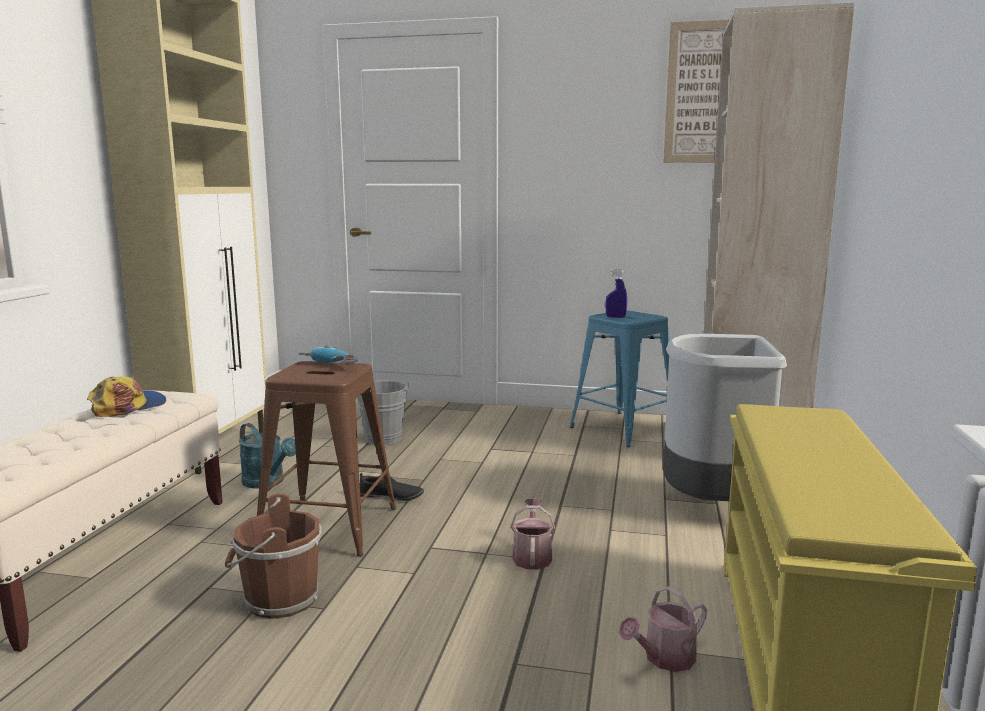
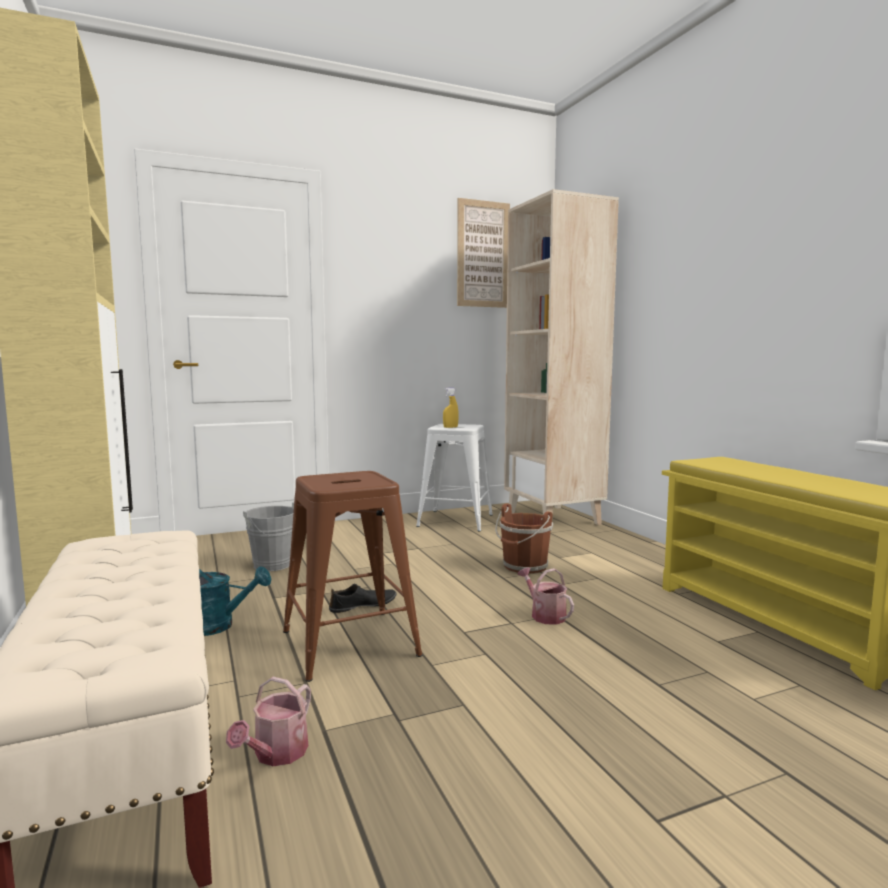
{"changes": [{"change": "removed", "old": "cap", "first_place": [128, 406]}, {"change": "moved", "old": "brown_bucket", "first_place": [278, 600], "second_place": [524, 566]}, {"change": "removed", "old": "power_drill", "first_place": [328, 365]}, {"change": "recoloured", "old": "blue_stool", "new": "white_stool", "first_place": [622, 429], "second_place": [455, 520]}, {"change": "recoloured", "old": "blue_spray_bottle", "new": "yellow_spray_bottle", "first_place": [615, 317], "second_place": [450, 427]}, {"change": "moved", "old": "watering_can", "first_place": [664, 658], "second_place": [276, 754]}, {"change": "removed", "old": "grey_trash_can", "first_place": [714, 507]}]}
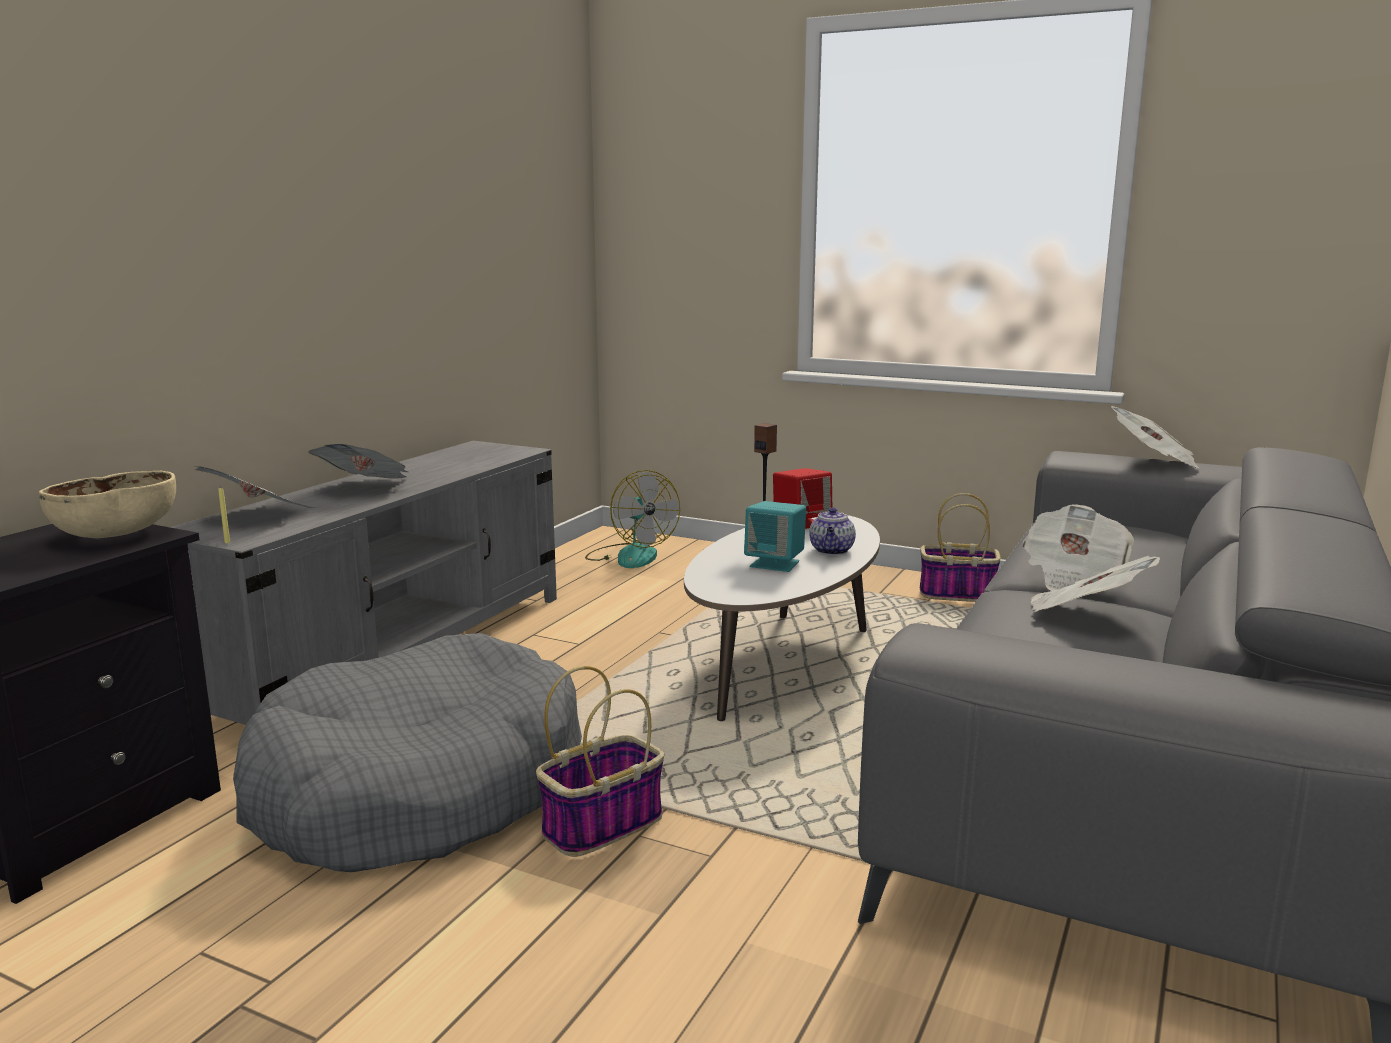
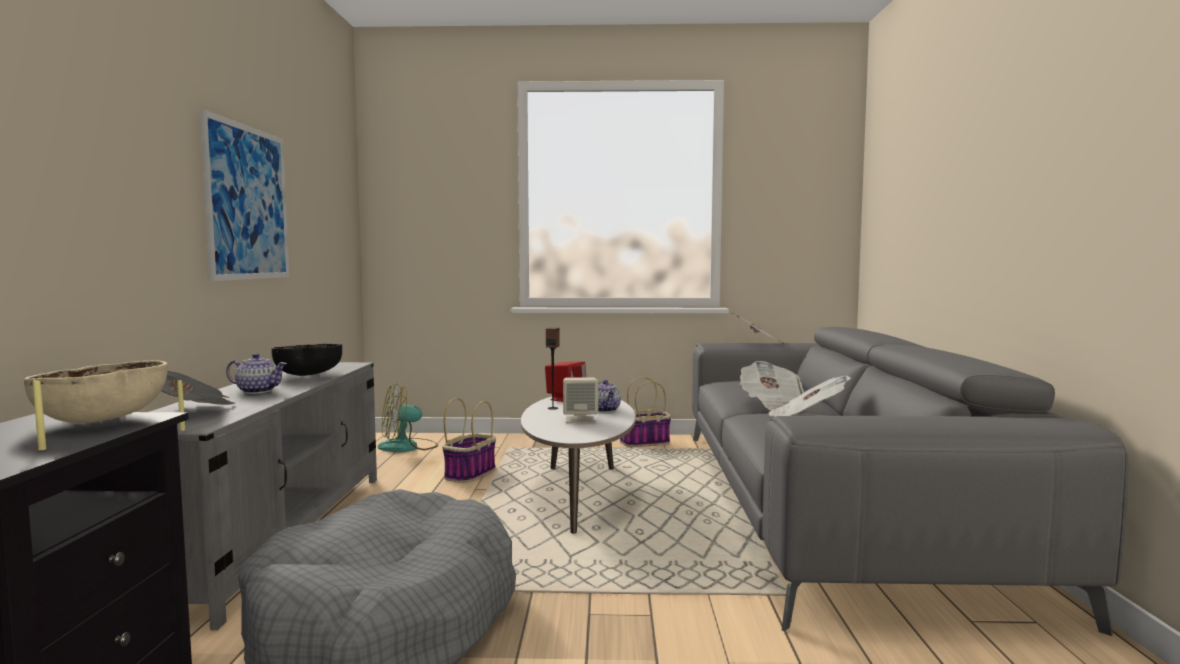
{"changes": [{"change": "replaced", "old": "newspaper", "new": "teapot", "first_place": [366, 488], "second_place": [257, 391]}, {"change": "moved", "old": "basket", "first_place": [603, 825], "second_place": [470, 473]}, {"change": "turned", "old": "fan", "first_place": [630, 555], "second_place": [408, 447], "degrees": 120}, {"change": "recoloured", "old": "turquoise_speaker", "new": "beige_speaker", "first_place": [775, 564], "second_place": [580, 419]}, {"change": "added", "new": "yellow_candle", "second_place": [42, 449]}, {"change": "added", "new": "picture", "second_place": [248, 203]}, {"change": "added", "new": "black_bowl", "second_place": [308, 375]}]}
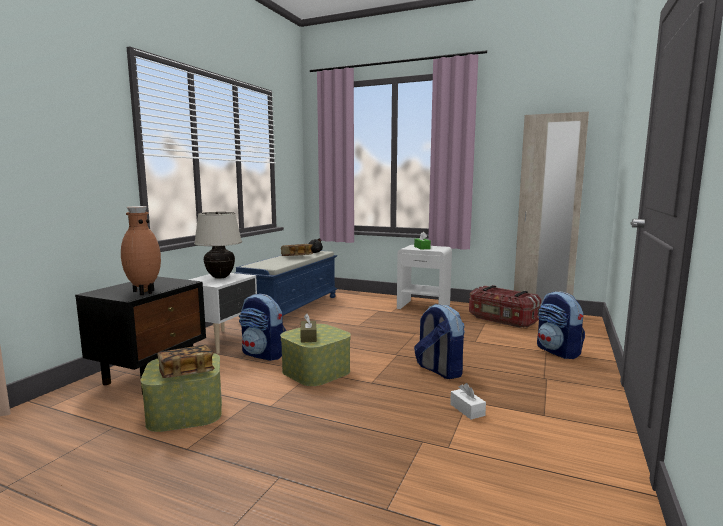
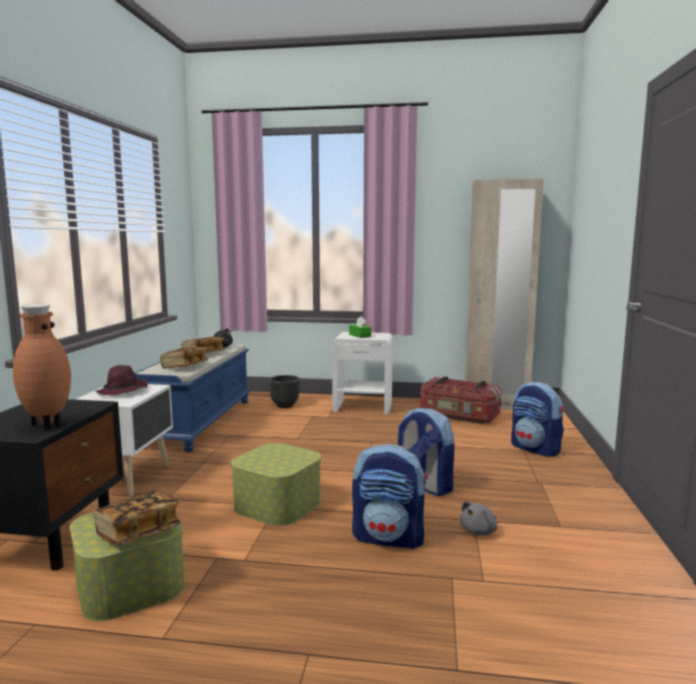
{"changes": [{"change": "replaced", "old": "beige_table_lamp", "new": "purple_hat", "first_place": [220, 277], "second_place": [122, 391]}, {"change": "moved", "old": "backpack", "first_place": [263, 354], "second_place": [389, 538]}, {"change": "removed", "old": "brown_tissue_box", "first_place": [308, 337]}, {"change": "replaced", "old": "white_tissue_box", "new": "grey_plush_toy", "first_place": [467, 410], "second_place": [479, 531]}, {"change": "added", "new": "book", "second_place": [185, 367]}, {"change": "added", "new": "black_planter", "second_place": [285, 405]}]}
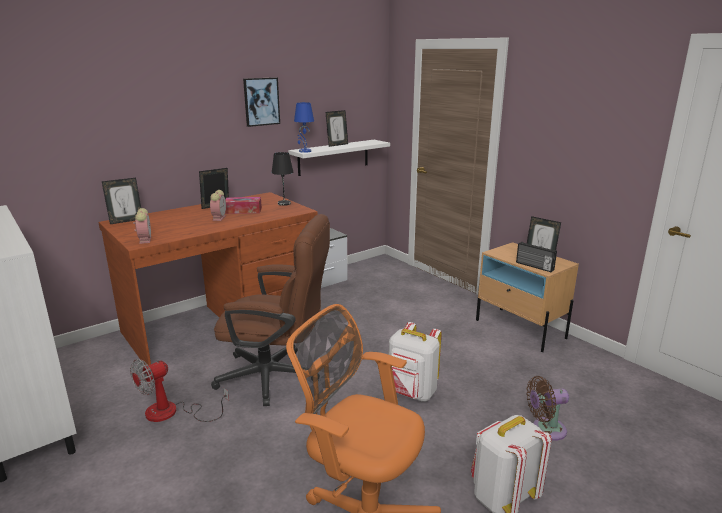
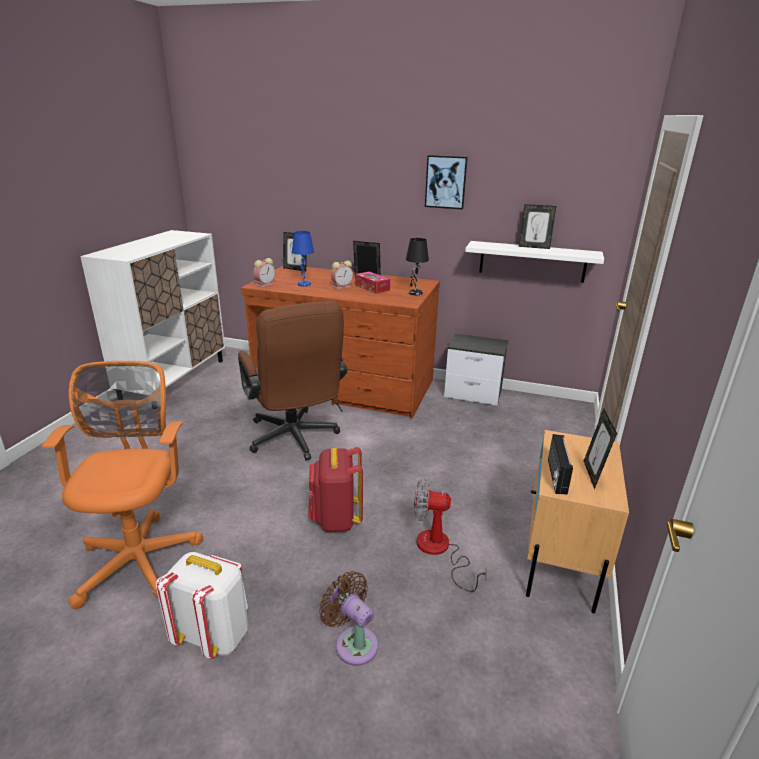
{"changes": [{"change": "moved", "old": "fan", "first_place": [172, 413], "second_place": [440, 551]}, {"change": "moved", "old": "blue_table_lamp", "first_place": [304, 151], "second_place": [304, 284]}, {"change": "recoloured", "old": "white_backpack", "new": "red_backpack", "first_place": [412, 393], "second_place": [335, 519]}]}
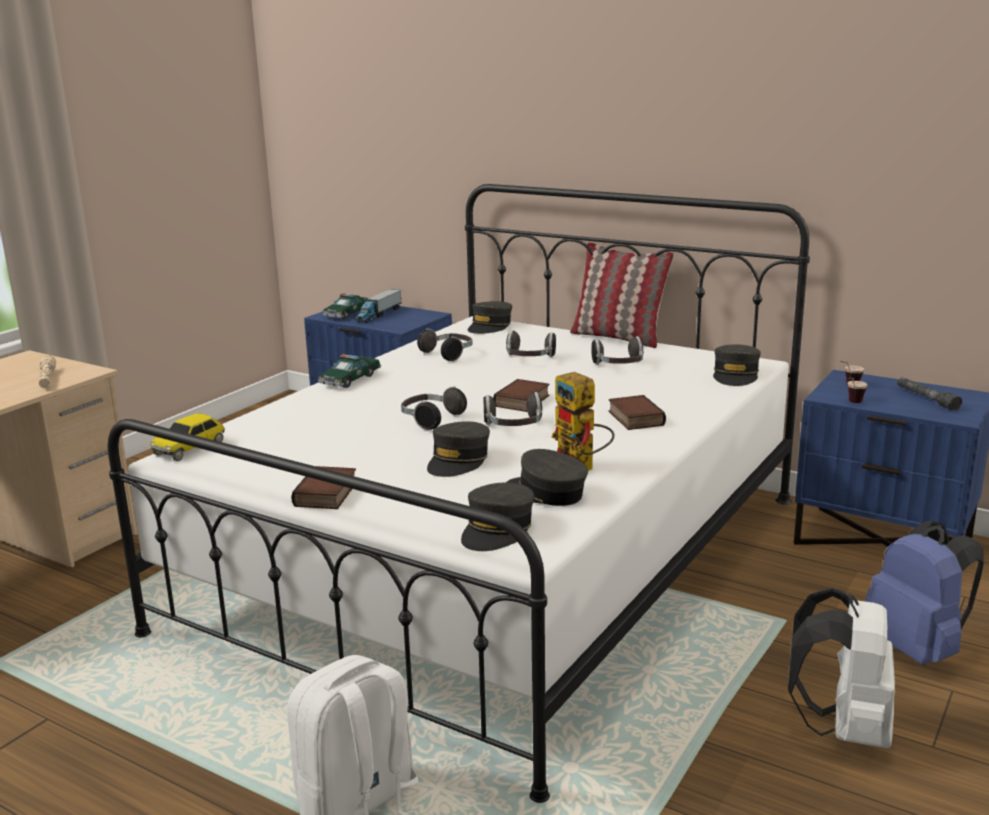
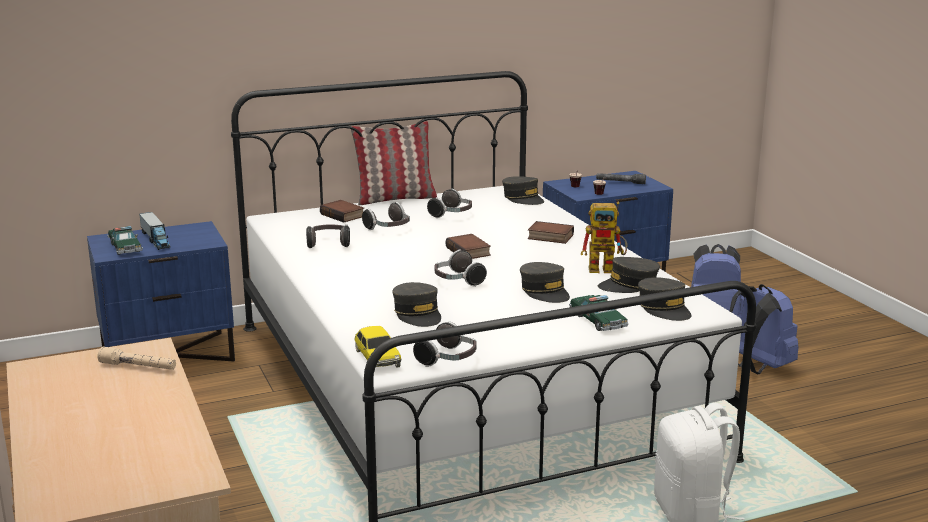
{"changes": [{"change": "moved", "old": "book", "first_place": [327, 495], "second_place": [343, 215]}, {"change": "moved", "old": "toy_car", "first_place": [350, 379], "second_place": [597, 320]}, {"change": "moved", "old": "grey_cap", "first_place": [490, 326], "second_place": [418, 314]}, {"change": "moved", "old": "headphones", "first_place": [514, 427], "second_place": [448, 359]}, {"change": "recoloured", "old": "white_backpack", "new": "blue_backpack", "first_place": [844, 728], "second_place": [757, 367]}]}
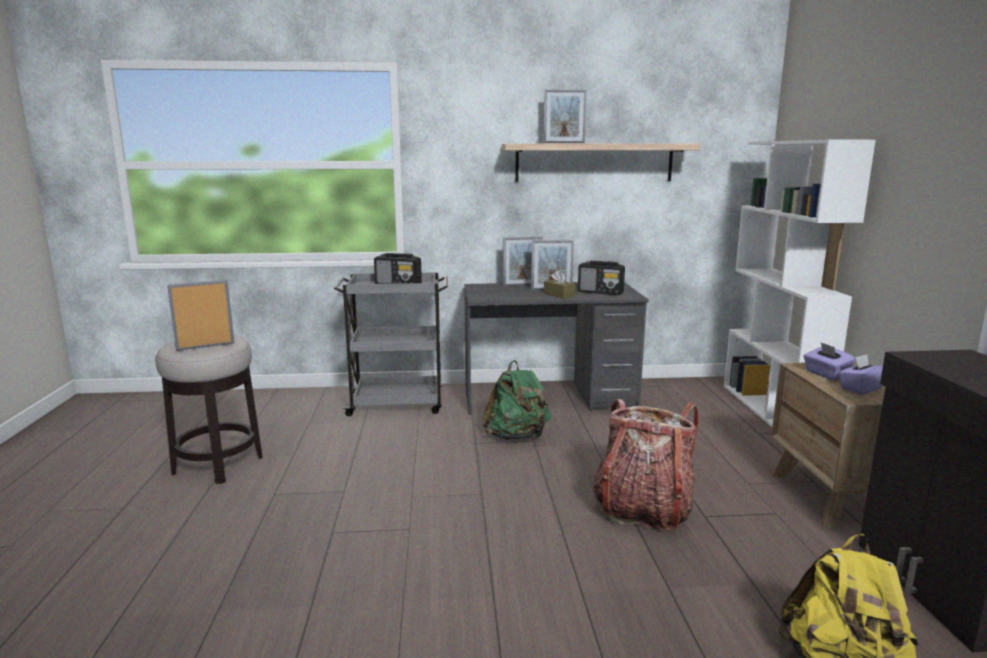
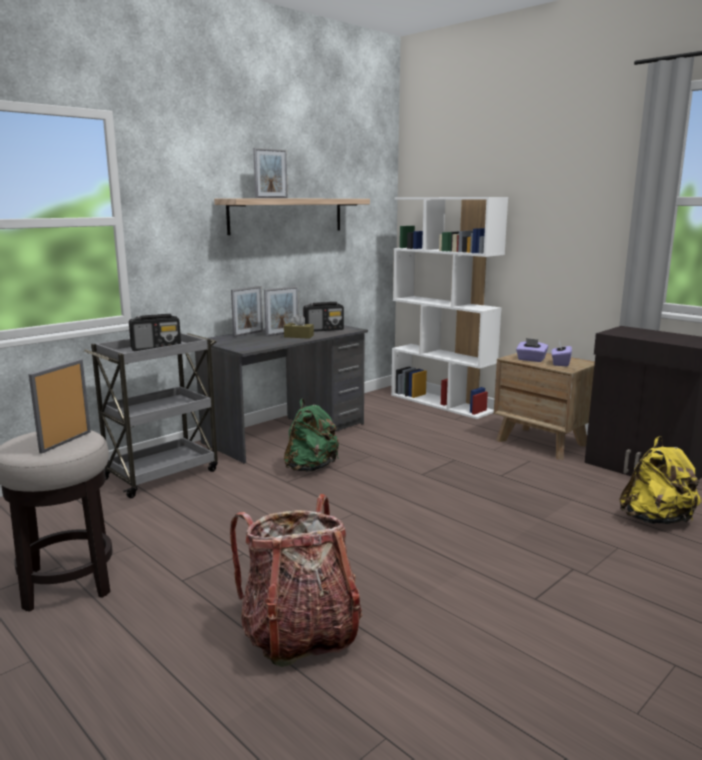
{"changes": [{"change": "moved", "old": "backpack", "first_place": [642, 509], "second_place": [299, 633]}]}
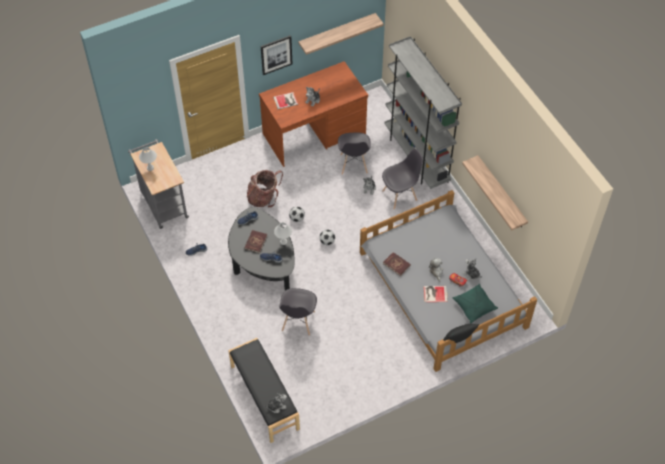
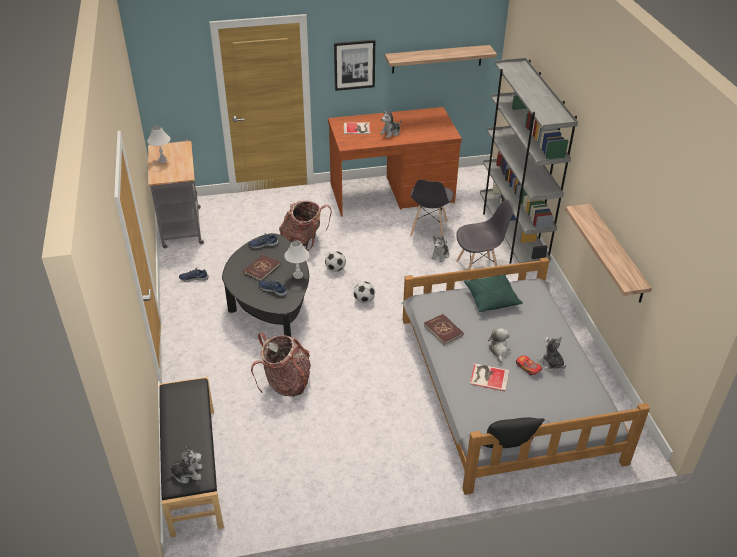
{"changes": [{"change": "replaced", "old": "grey_chair", "new": "backpack", "first_place": [298, 322], "second_place": [286, 383]}, {"change": "moved", "old": "green_pillow", "first_place": [474, 306], "second_place": [491, 299]}]}
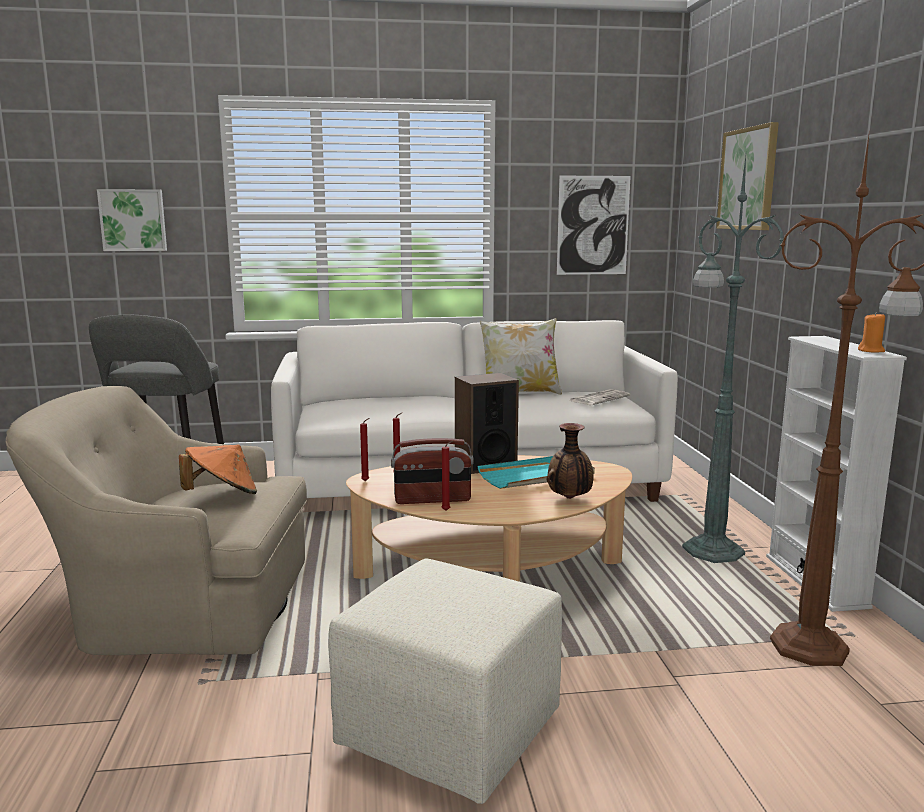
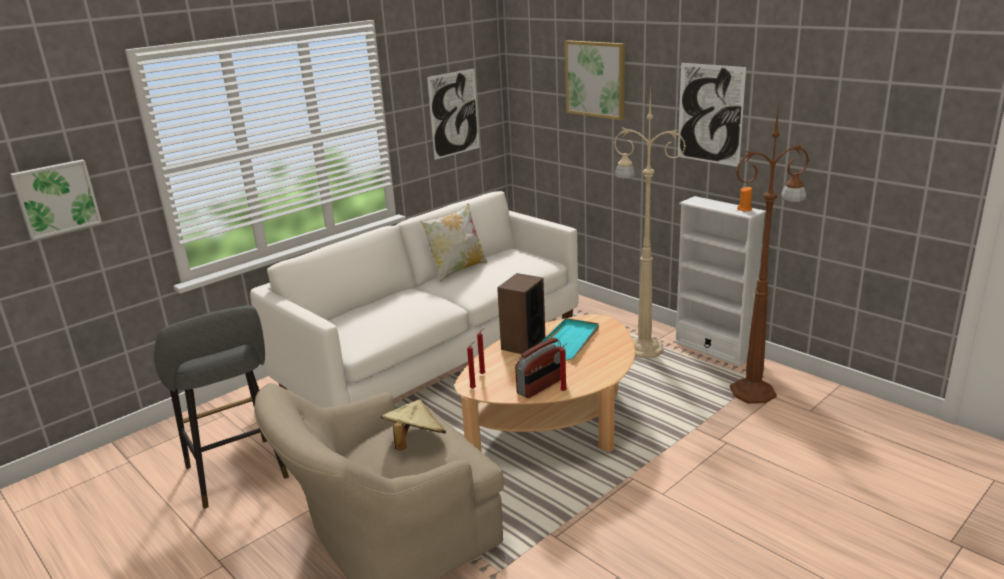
{"changes": [{"change": "recoloured", "old": "orange_hat", "new": "beige_hat", "first_place": [222, 495], "second_place": [414, 442]}, {"change": "removed", "old": "beige_ottoman", "first_place": [452, 732]}, {"change": "removed", "old": "vase", "first_place": [569, 498]}, {"change": "removed", "old": "newspaper", "first_place": [599, 398]}, {"change": "recoloured", "old": "green_floor_lamp", "new": "beige_floor_lamp", "first_place": [710, 550], "second_place": [642, 349]}, {"change": "added", "new": "picture", "second_place": [710, 114]}]}
